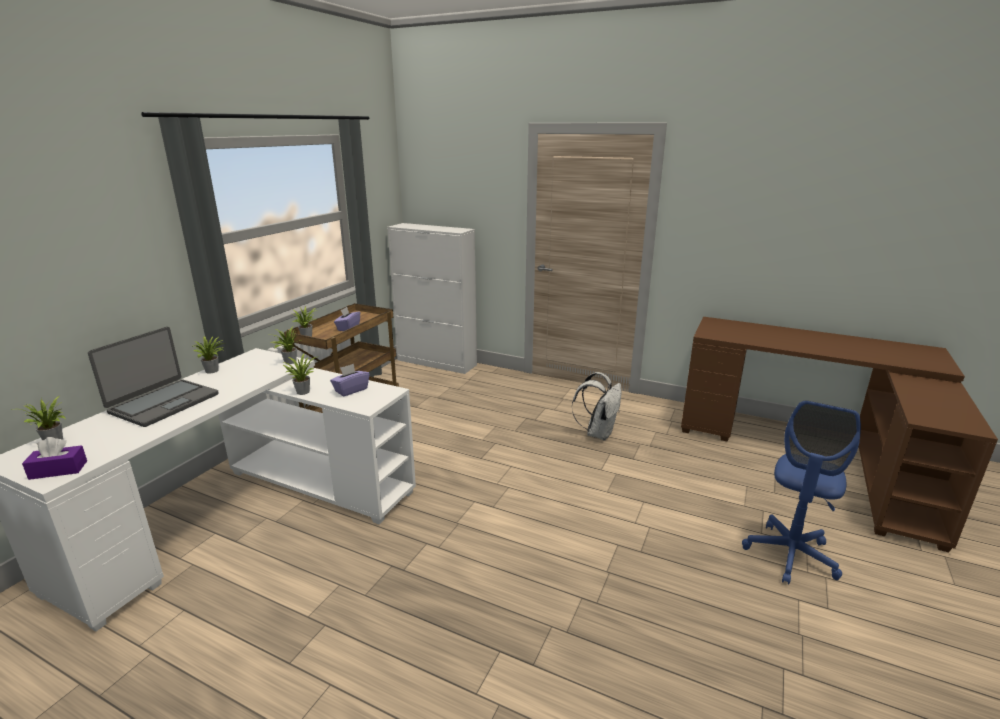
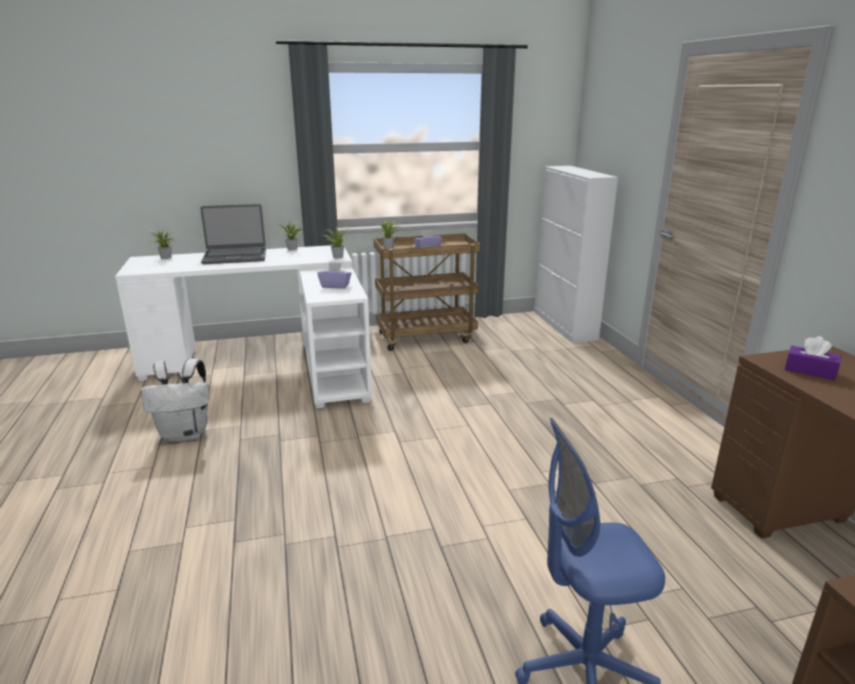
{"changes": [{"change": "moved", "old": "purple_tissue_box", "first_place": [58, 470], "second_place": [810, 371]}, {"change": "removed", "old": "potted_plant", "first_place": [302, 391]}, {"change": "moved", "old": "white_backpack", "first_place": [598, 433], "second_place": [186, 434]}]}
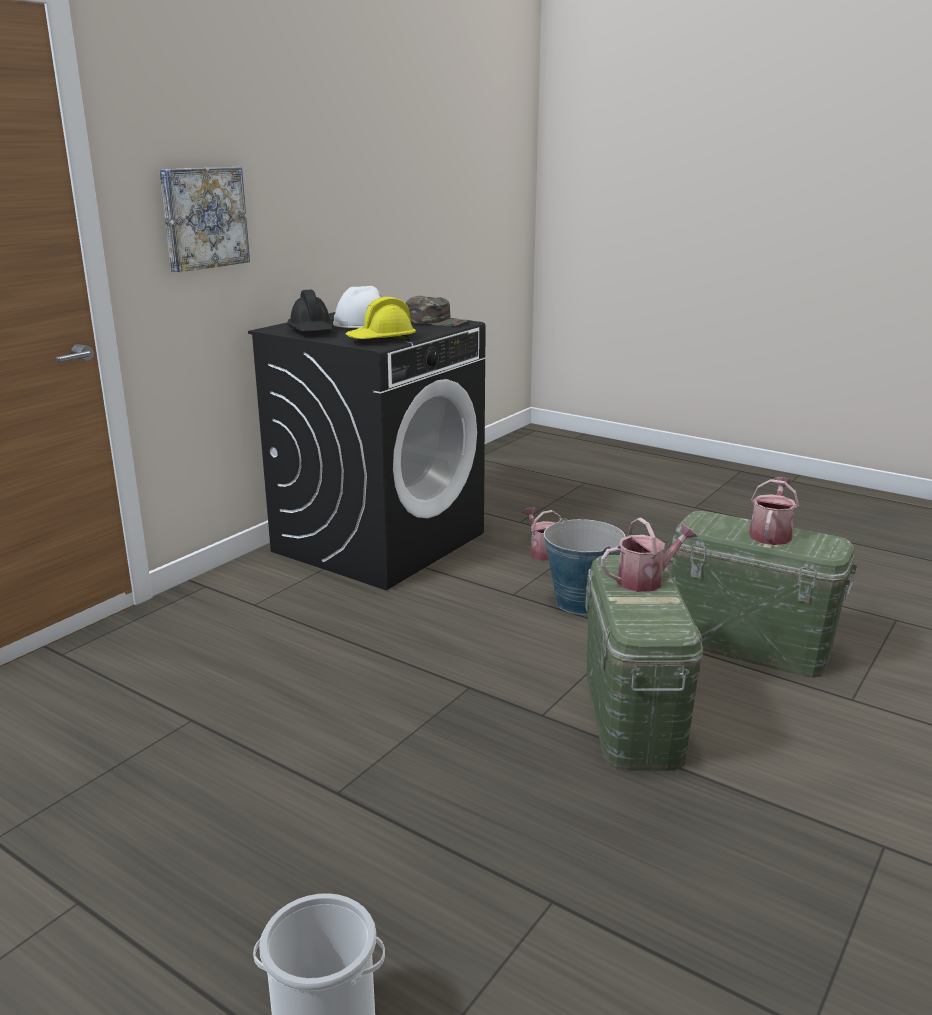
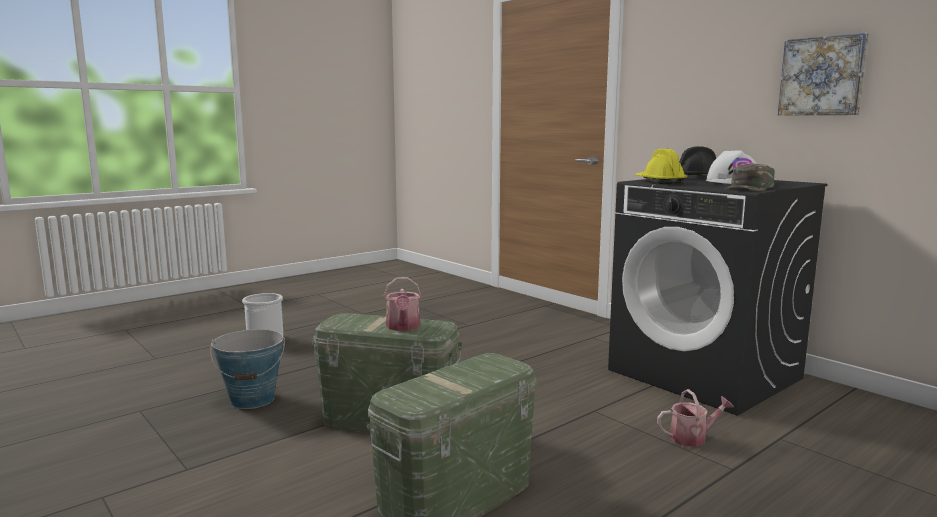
{"changes": [{"change": "moved", "old": "picture", "first_place": [203, 218], "second_place": [822, 76]}, {"change": "moved", "old": "bucket", "first_place": [580, 602], "second_place": [253, 399]}, {"change": "removed", "old": "watering_can", "first_place": [771, 534]}]}
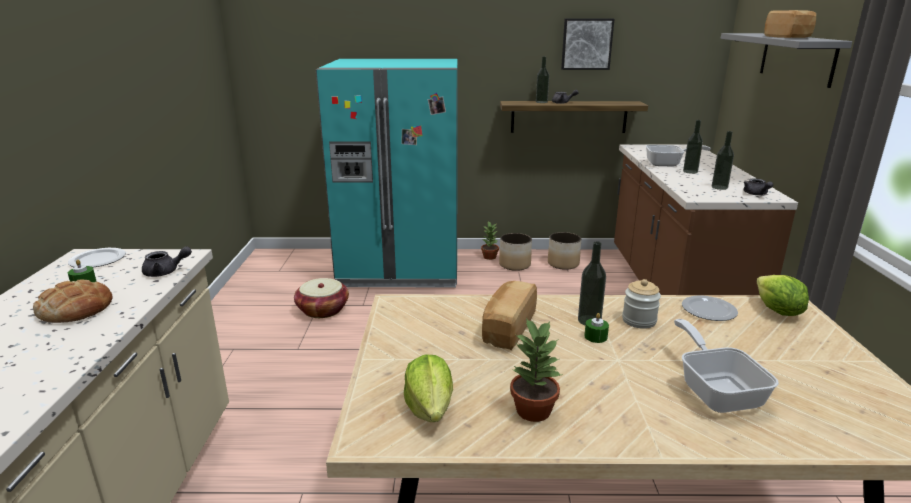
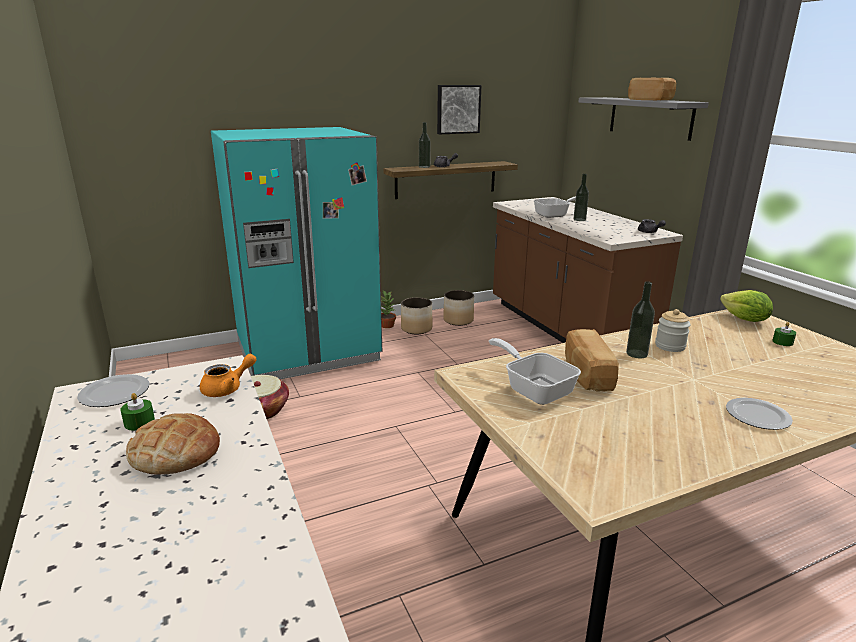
{"changes": [{"change": "recoloured", "old": "grey_teapot", "new": "orange_teapot", "first_place": [166, 272], "second_place": [227, 389]}, {"change": "removed", "old": "lettuce", "first_place": [430, 408]}, {"change": "removed", "old": "potted_plant", "first_place": [533, 410]}, {"change": "moved", "old": "green_candle", "first_place": [595, 336], "second_place": [782, 342]}, {"change": "moved", "old": "frying_pan", "first_place": [716, 390], "second_place": [534, 389]}, {"change": "moved", "old": "plate", "first_place": [709, 310], "second_place": [758, 416]}, {"change": "removed", "old": "bottle", "first_place": [719, 187]}]}
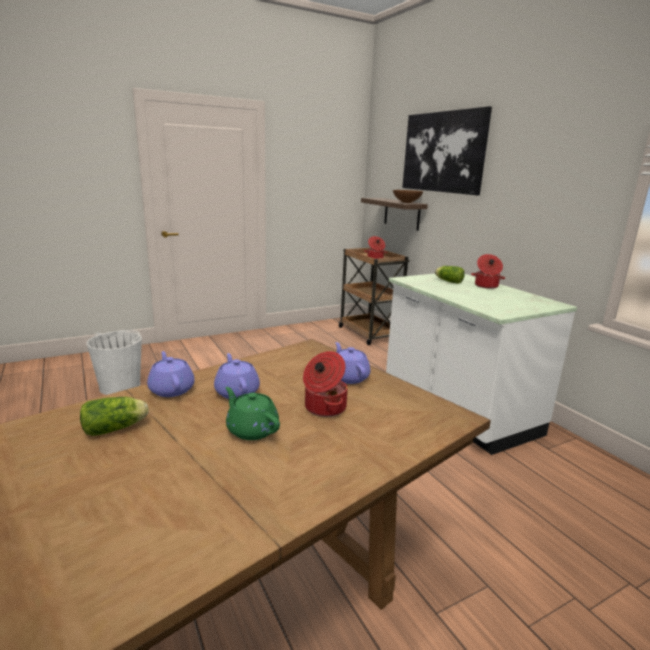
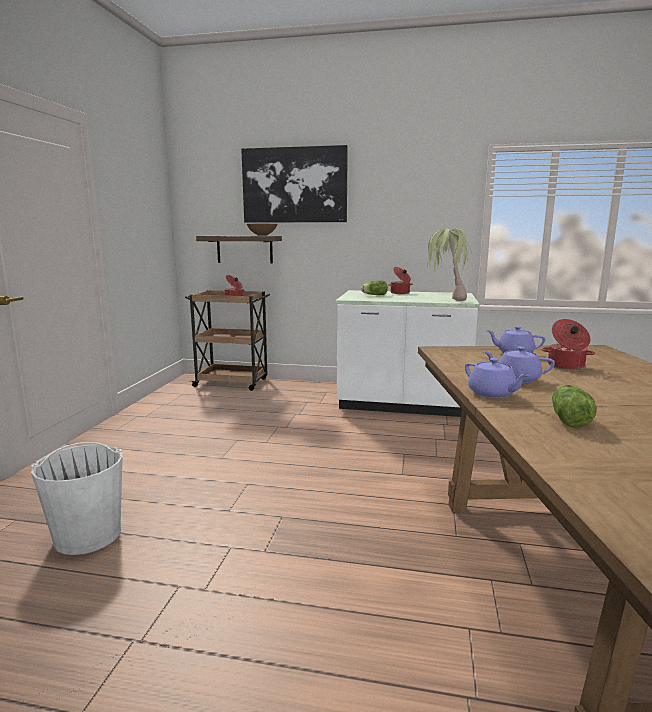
{"changes": [{"change": "turned", "old": "purple_teapot", "first_place": [171, 389], "second_place": [492, 394], "degrees": -135}, {"change": "removed", "old": "green_teapot", "first_place": [251, 429]}, {"change": "added", "new": "potted_plant", "second_place": [445, 299]}]}
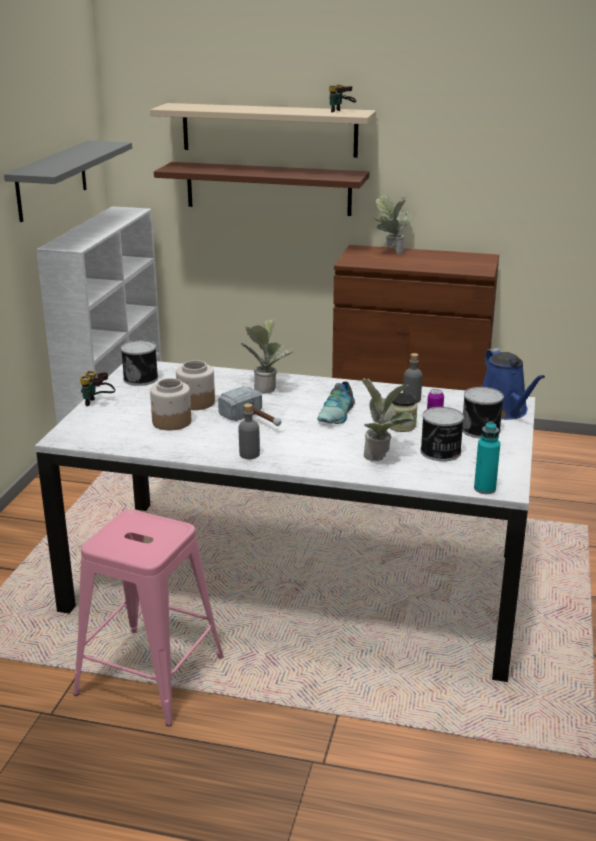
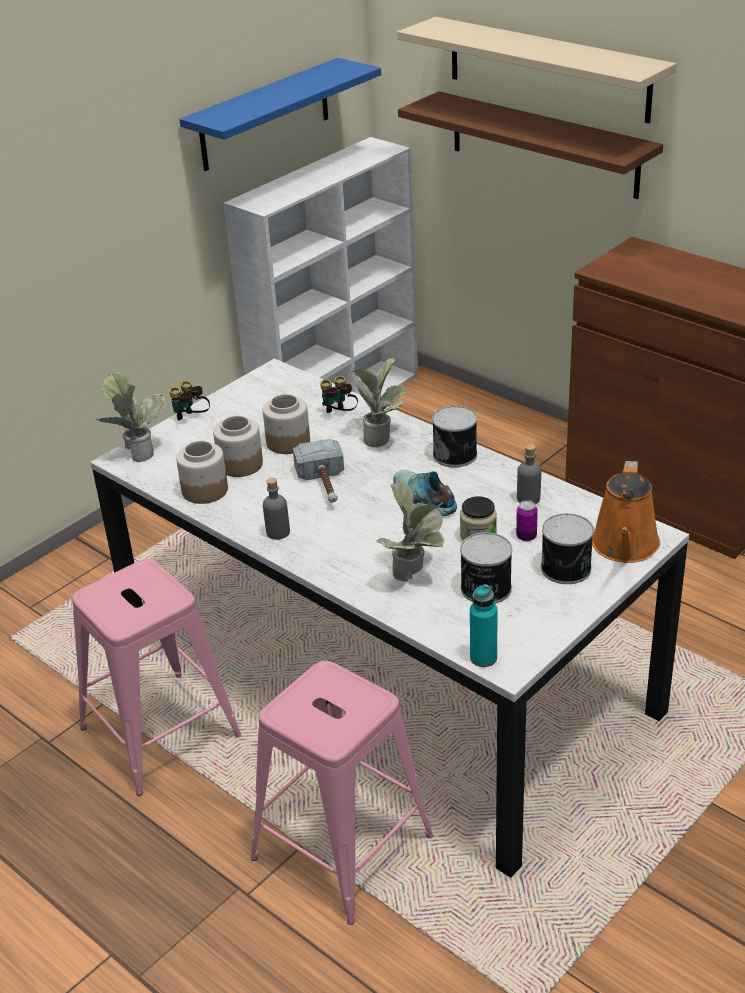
{"changes": [{"change": "recoloured", "old": "grey_shelf", "new": "blue_shelf", "first_place": [52, 180], "second_place": [265, 115]}, {"change": "moved", "old": "can", "first_place": [141, 378], "second_place": [456, 454]}, {"change": "turned", "old": "shoe", "first_place": [338, 414], "second_place": [423, 499], "degrees": 90}, {"change": "moved", "old": "binoculars", "first_place": [341, 112], "second_place": [338, 415]}, {"change": "moved", "old": "potted_plant", "first_place": [390, 251], "second_place": [137, 452]}, {"change": "recoloured", "old": "blue_watering_can", "new": "orange_watering_can", "first_place": [504, 411], "second_place": [625, 547]}, {"change": "added", "new": "jar", "second_place": [204, 490]}, {"change": "added", "new": "pink_stool", "second_place": [343, 847]}]}
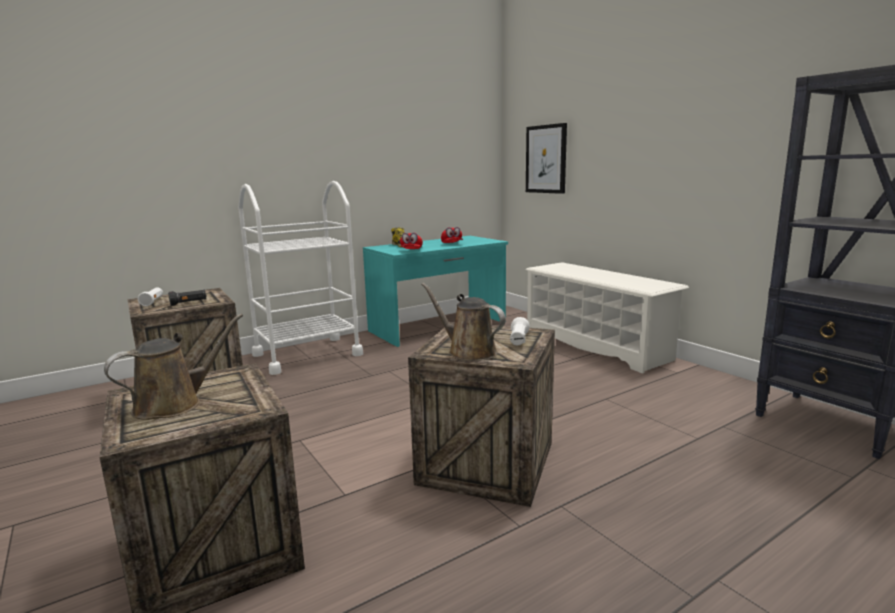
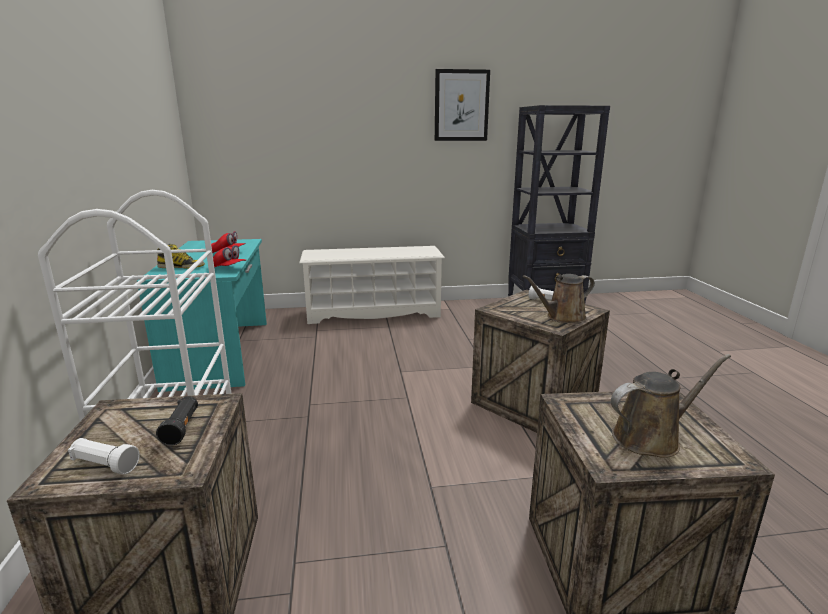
{"changes": [{"change": "turned", "old": "brown_watering_can", "first_place": [174, 404], "second_place": [651, 437], "degrees": 90}, {"change": "moved", "old": "picture", "first_place": [546, 159], "second_place": [461, 105]}]}
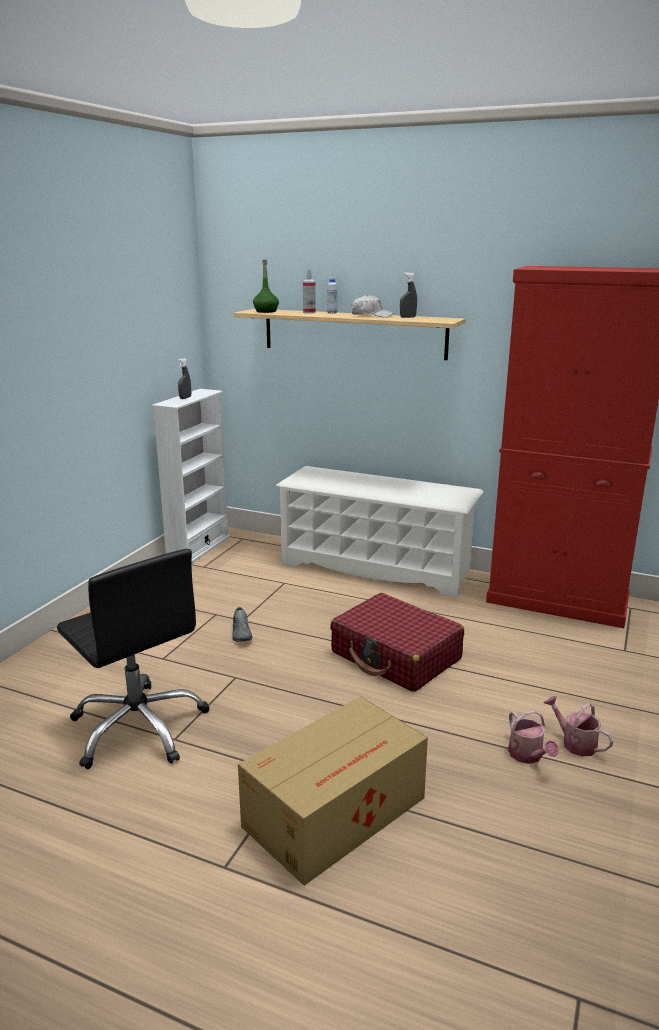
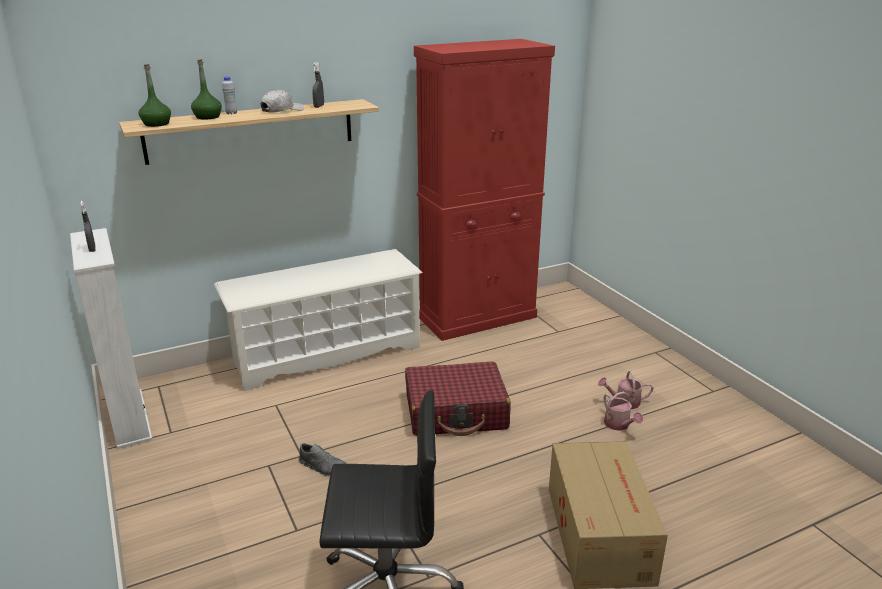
{"changes": [{"change": "replaced", "old": "spray_bottle", "new": "green_bottle", "first_place": [309, 312], "second_place": [207, 117]}, {"change": "turned", "old": "watering_can", "first_place": [528, 756], "second_place": [619, 425], "degrees": 45}]}
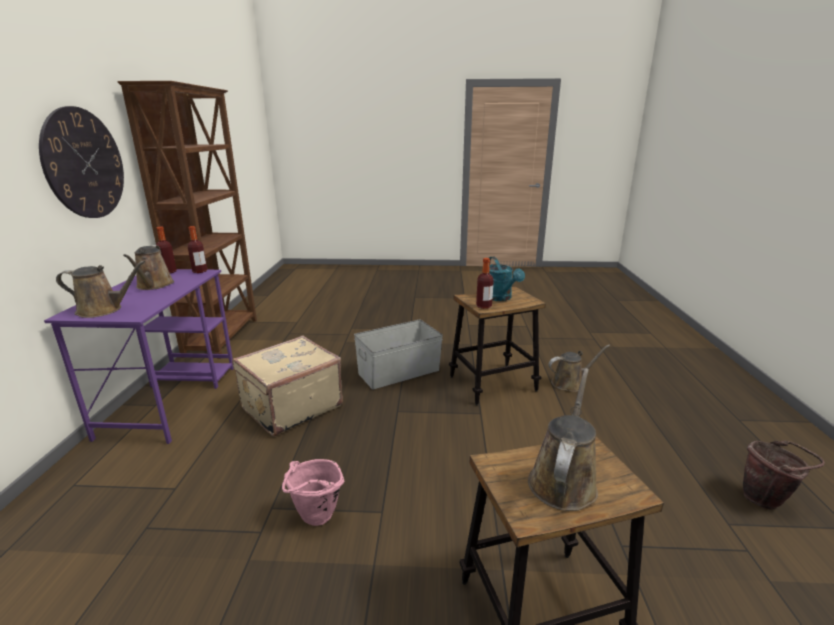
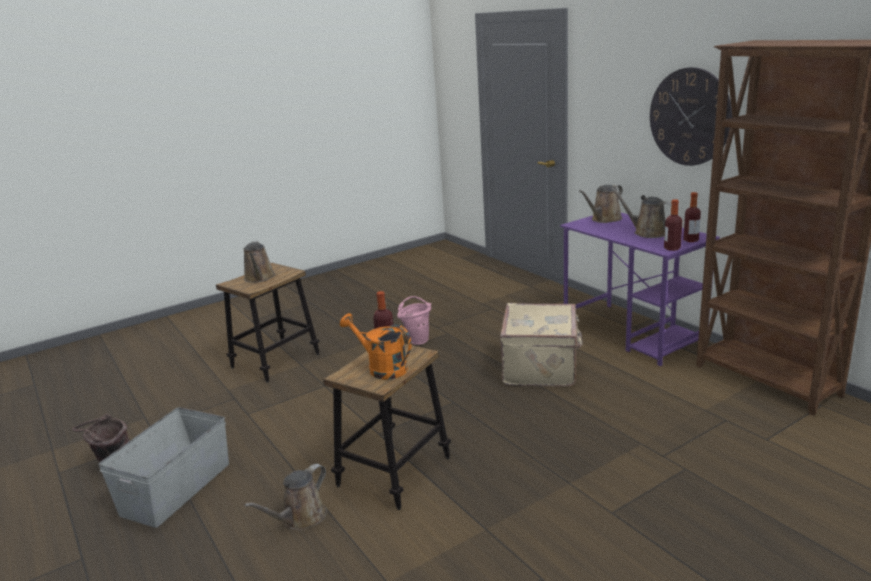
{"changes": [{"change": "moved", "old": "grey_storage_box", "first_place": [399, 372], "second_place": [175, 488]}, {"change": "recoloured", "old": "turquoise_watering_can", "new": "orange_watering_can", "first_place": [500, 298], "second_place": [381, 368]}]}
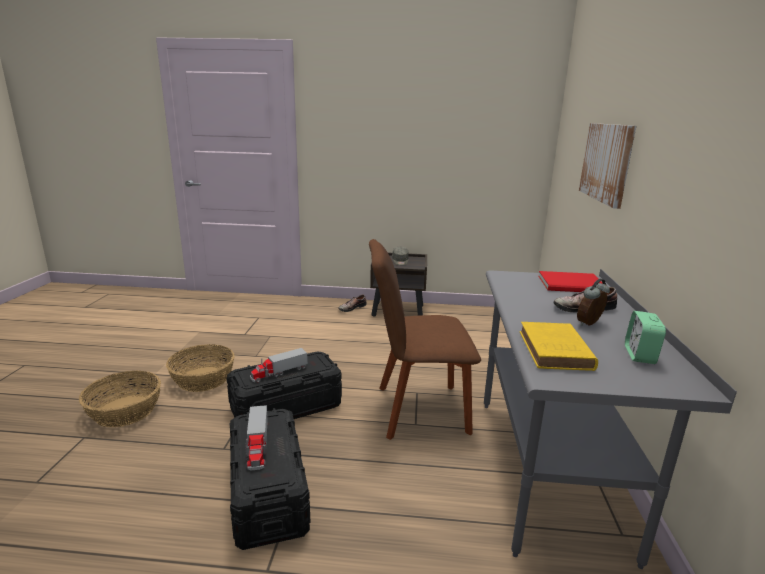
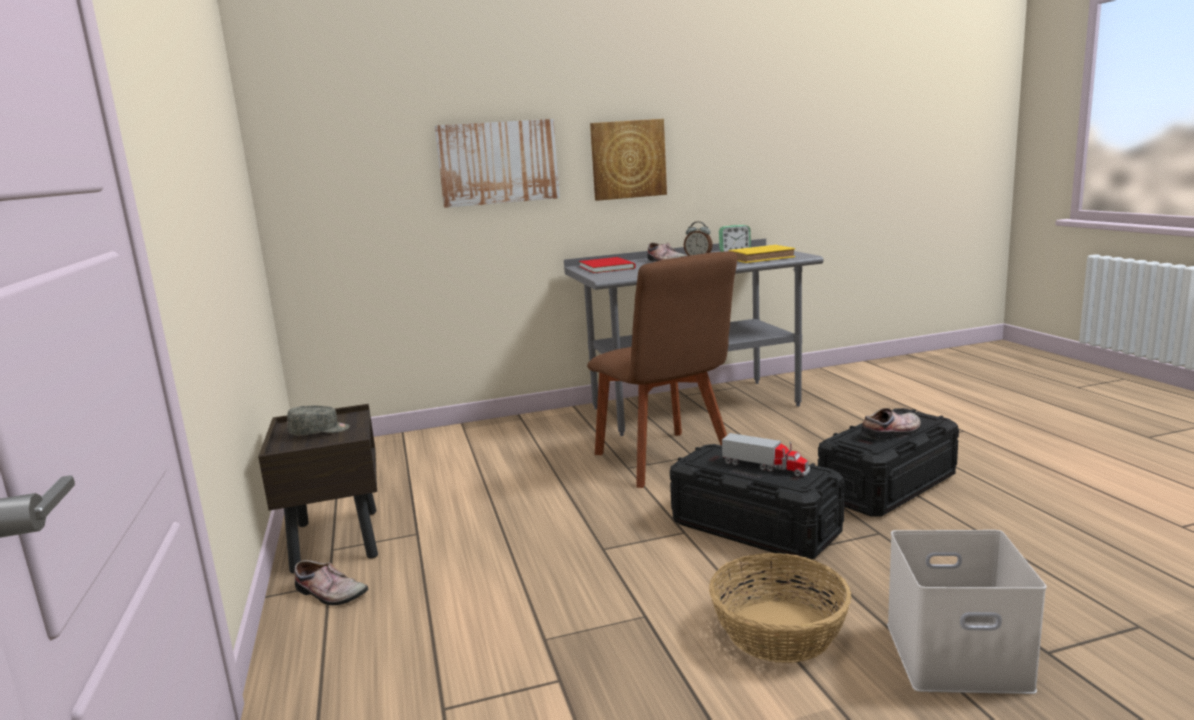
{"changes": [{"change": "replaced", "old": "basket", "new": "white_storage_box", "first_place": [125, 411], "second_place": [954, 657]}, {"change": "replaced", "old": "toy_truck", "new": "shoe", "first_place": [257, 445], "second_place": [893, 433]}, {"change": "added", "new": "picture", "second_place": [628, 159]}]}
